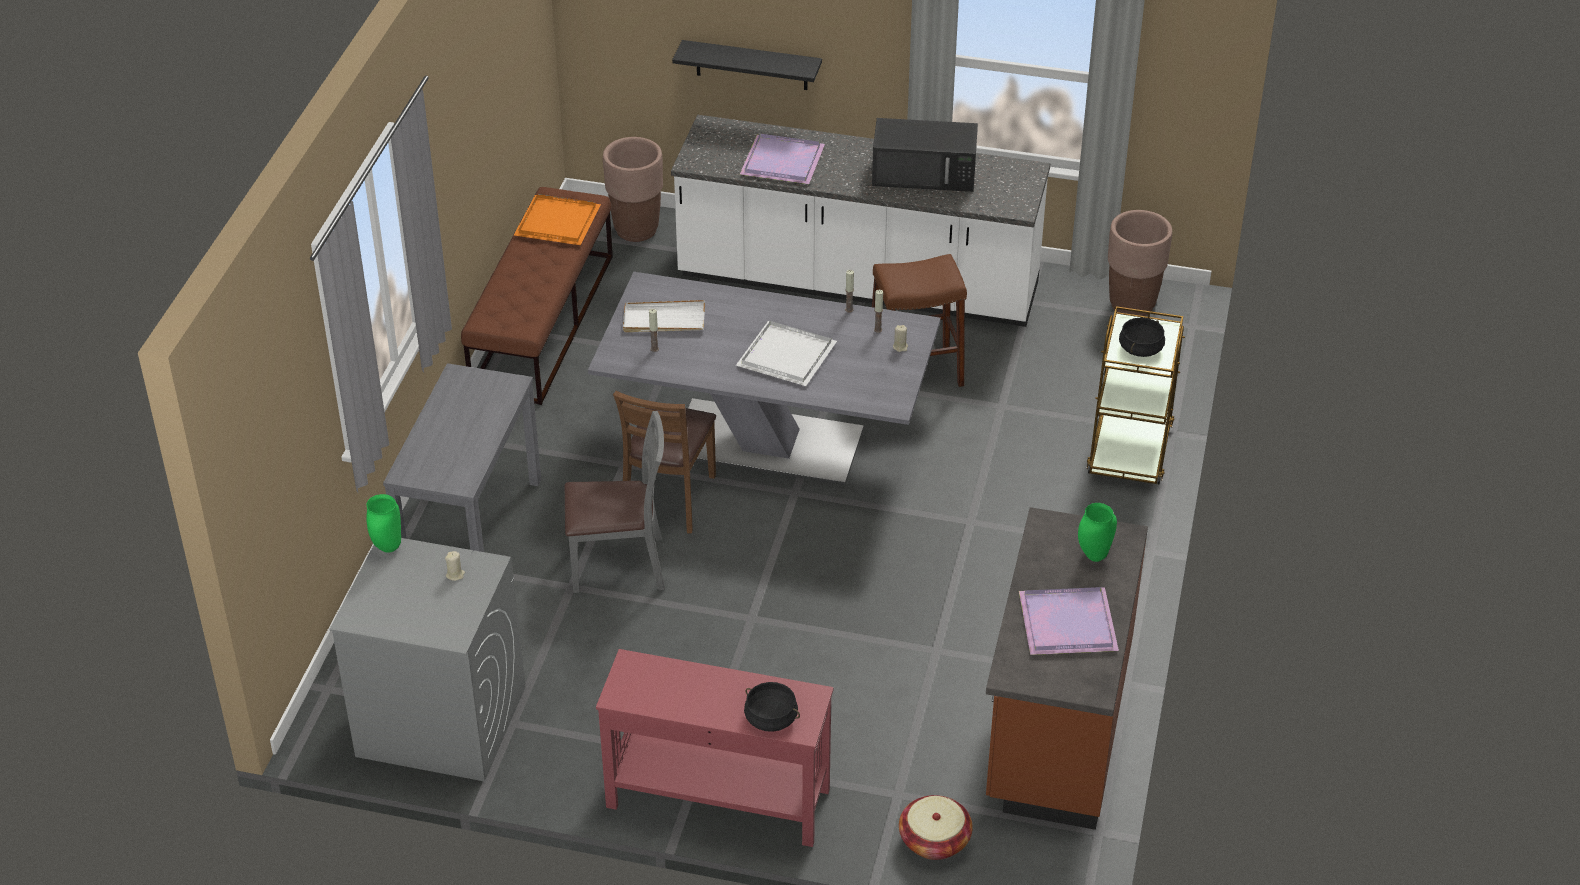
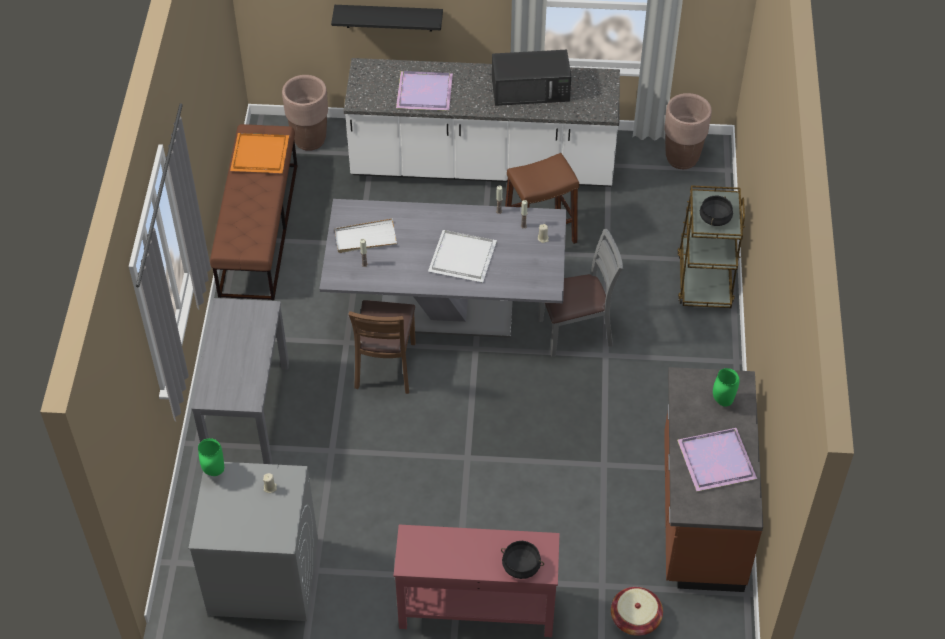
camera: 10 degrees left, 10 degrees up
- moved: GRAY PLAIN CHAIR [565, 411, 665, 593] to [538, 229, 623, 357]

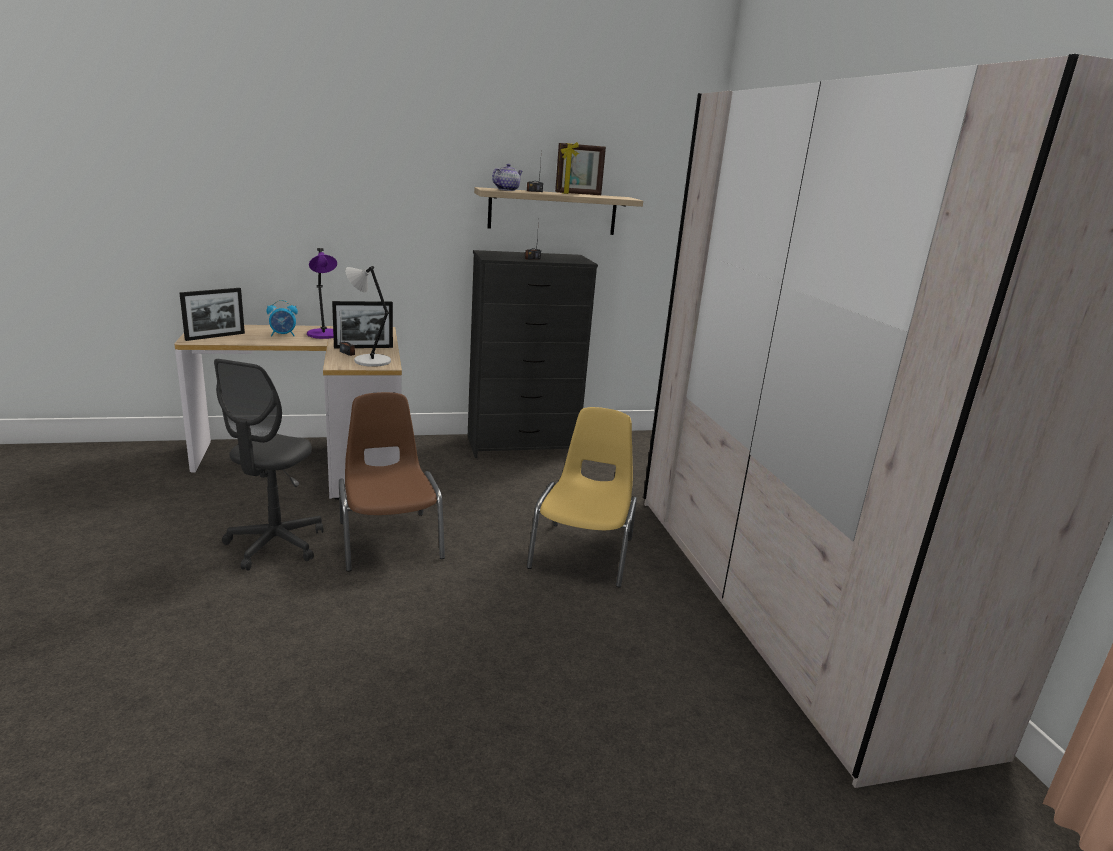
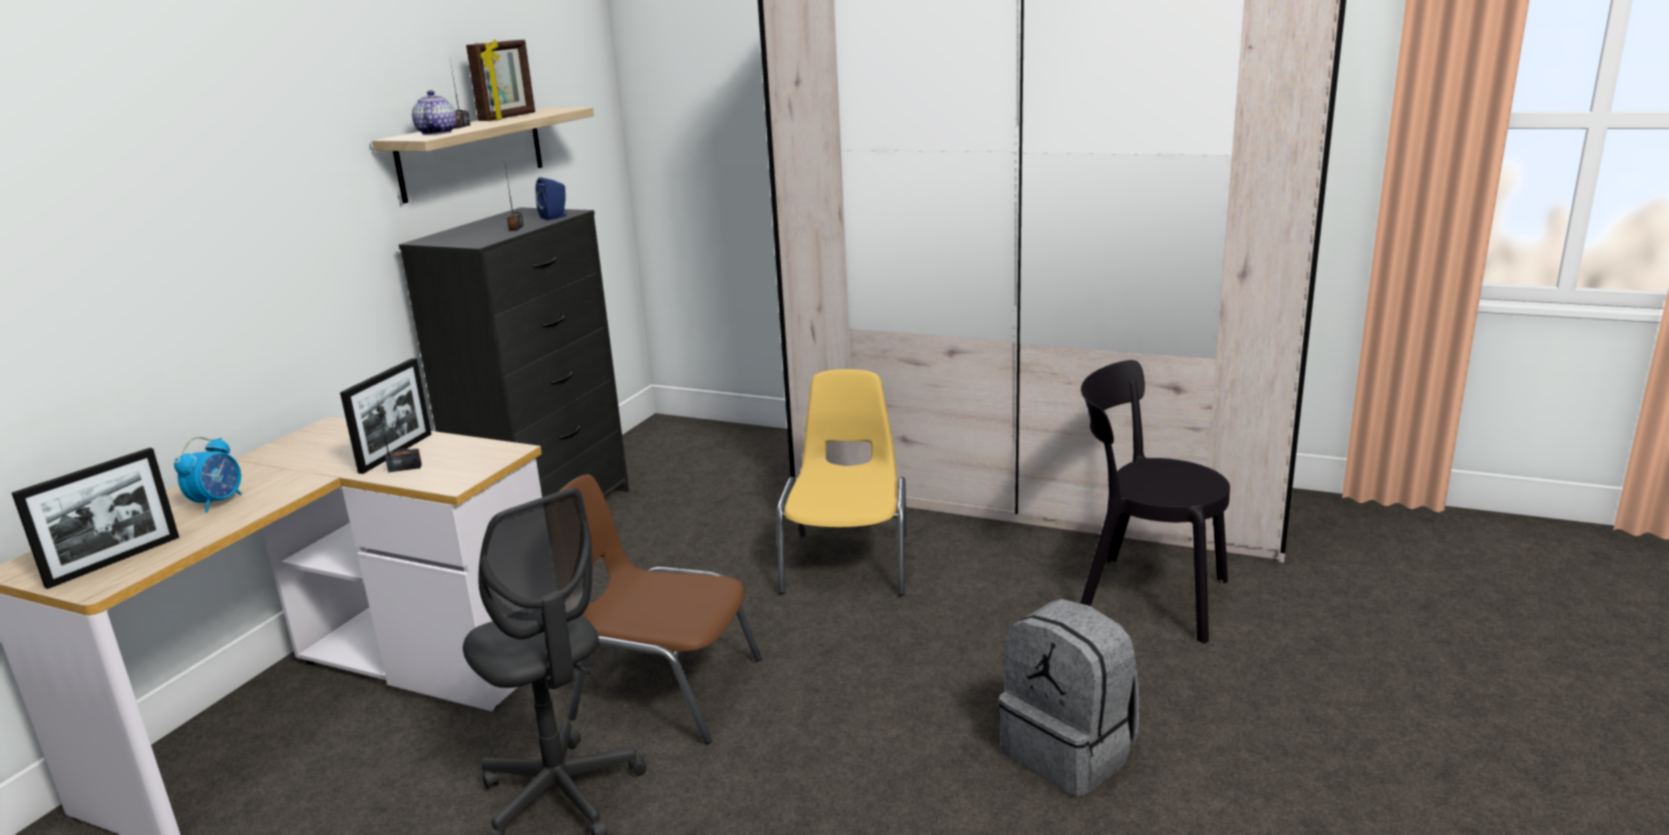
camera: 50 degrees left, 0 degrees up
- turned: STANDING FRAME [179, 288, 245, 341] = [12, 448, 179, 589] 45 degrees clockwise
- removed: PURPLE TABLE LAMP [307, 248, 337, 339]
- removed: GRAY TABLE LAMP [345, 266, 391, 367]
- turned: YELLOWISH PLAIN CHAIR [526, 407, 637, 588] = [777, 369, 907, 595] 45 degrees clockwise
- added: BLUE AUDIO SPEAKER [536, 177, 567, 220]
- added: GRAY RUCKSACK [999, 599, 1139, 796]
- added: BLACKISH PLAIN CHAIR [1080, 360, 1230, 643]

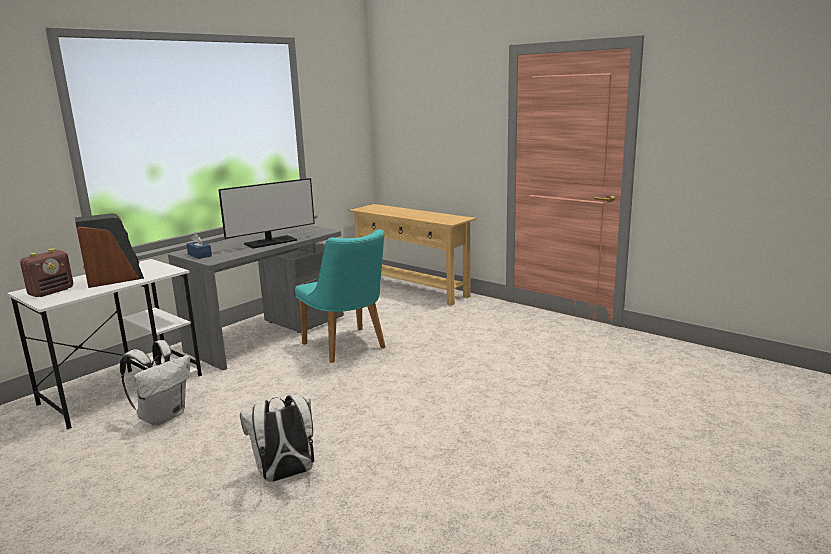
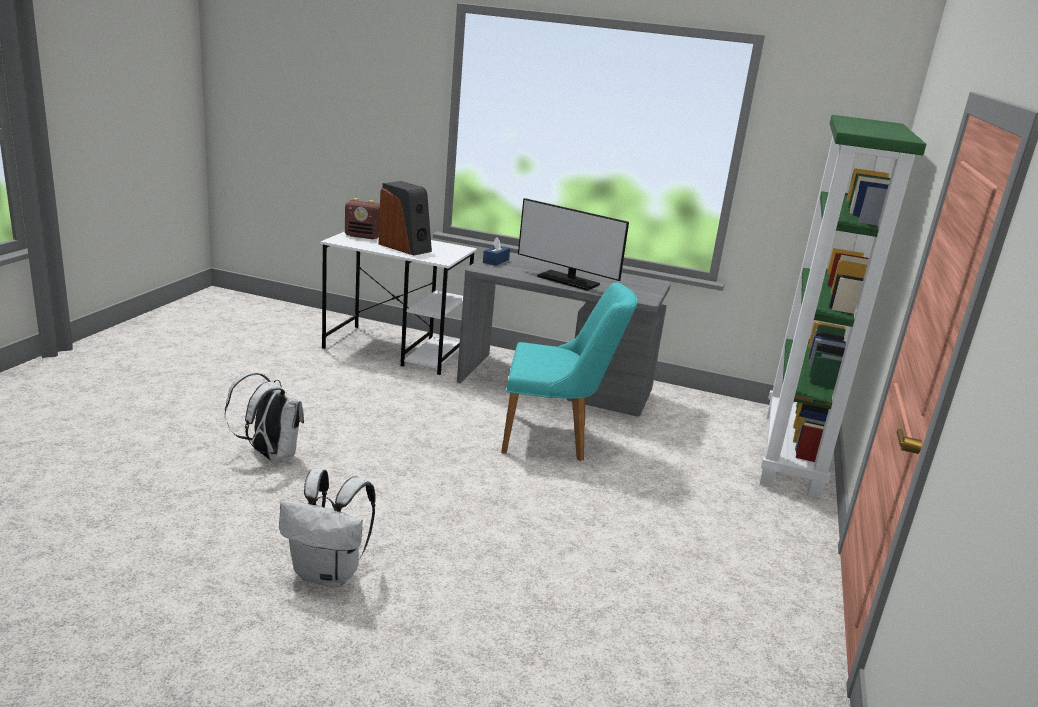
camera: 65 degrees right, 5 degrees up
- moved: WHITE RUCKSACK [120, 340, 190, 425] to [279, 469, 376, 588]
- turned: TURQUOISE PLAIN CHAIR [295, 229, 386, 363] = [501, 282, 638, 461] 120 degrees counterclockwise
- replaced: SAND-COLOURED HALL TABLE [348, 204, 476, 306] to GREEN-COLOURED BOOKCASE [760, 115, 926, 498]

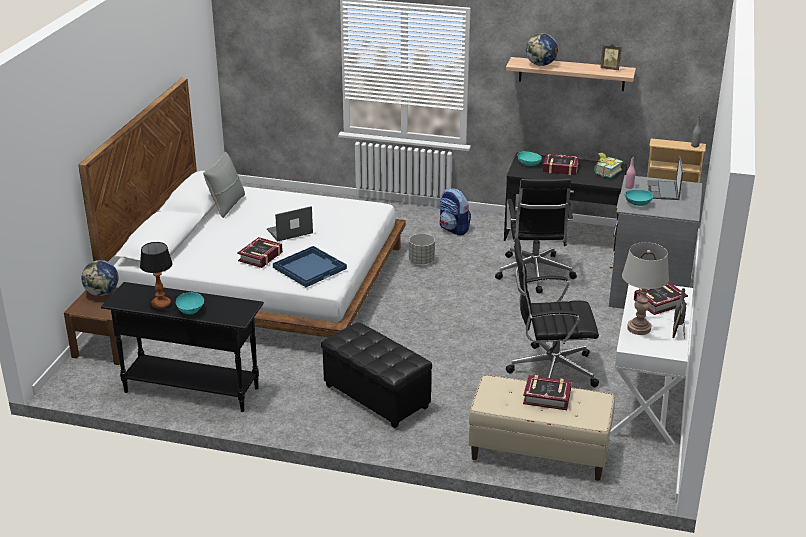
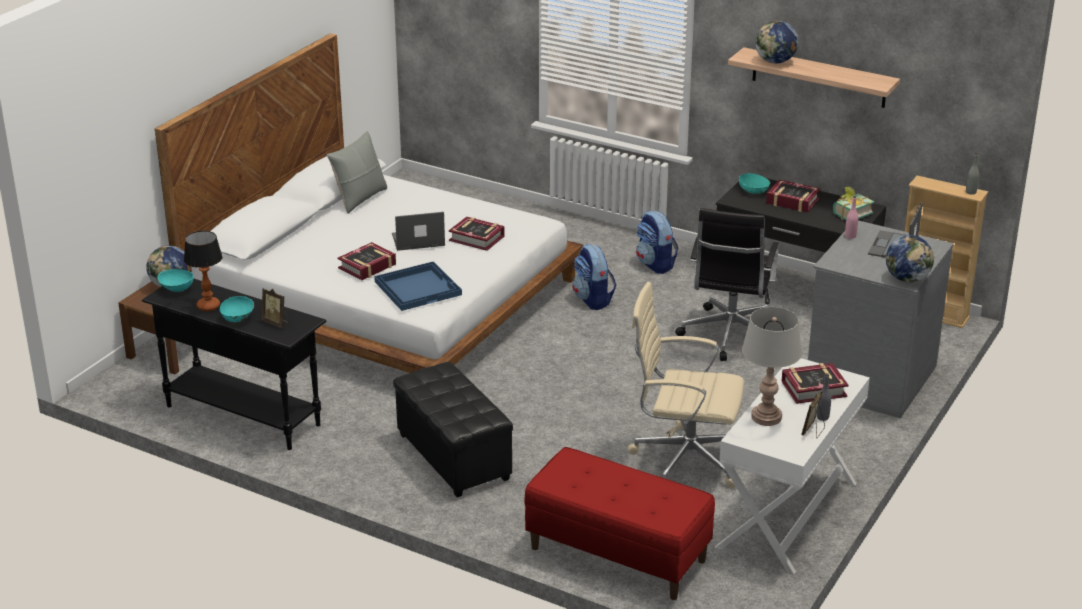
camera: 15 degrees right, 0 degrees up
- replaced: GRAY PLANT POT [409, 234, 435, 264] to RUCKSACK [572, 244, 616, 310]
- recoloured: SAND-COLOURED LONG SEAT [469, 375, 615, 481] to RED-COLOURED LONG SEAT [524, 447, 715, 600]
- recoloured: BLACKISH OFFICE CHAIR [506, 238, 599, 387] to SAND-COLOURED OFFICE CHAIR [628, 282, 744, 488]
- moved: BOOK [523, 375, 572, 410] to [449, 216, 505, 251]
- moved: STANDING FRAME [600, 44, 622, 70] to [262, 288, 289, 328]
- moved: TURQUOISE SERVING BOWL [624, 190, 653, 206] to [157, 269, 193, 292]
- added: DESK GLOBE [886, 235, 934, 282]

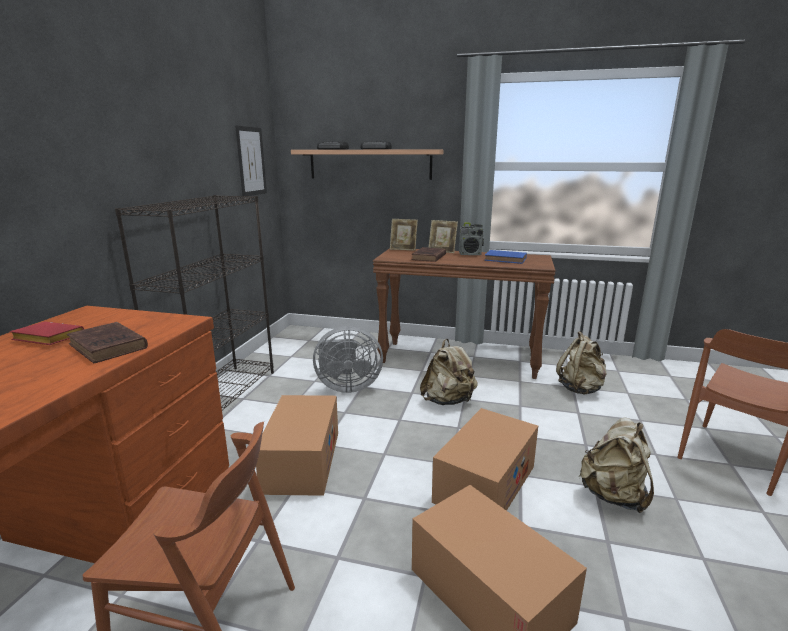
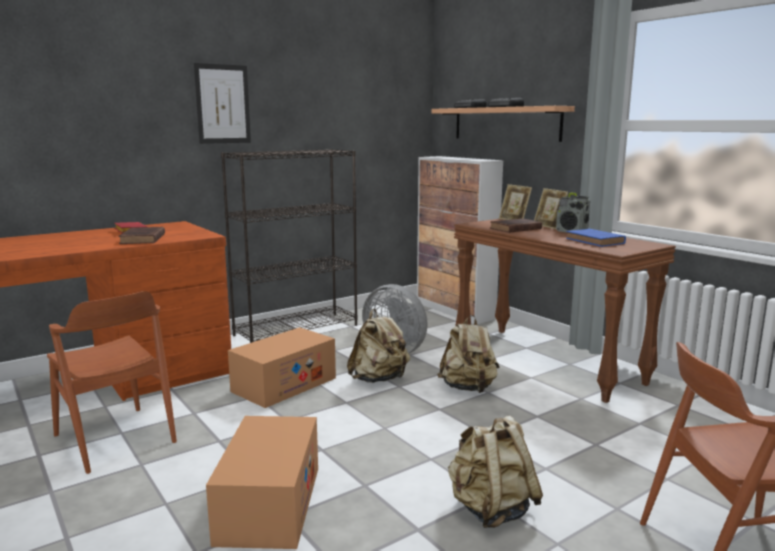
camera: 40 degrees right, 5 degrees down
- moved: WALL PICTURE [235, 125, 267, 196] to [194, 63, 251, 144]
- removed: CARDBOARD BOX [432, 408, 538, 511]
- moved: SAND-COLOURED RUCKSACK [556, 331, 607, 394] to [347, 309, 410, 383]
- added: STORAGE CABINET [417, 156, 503, 324]

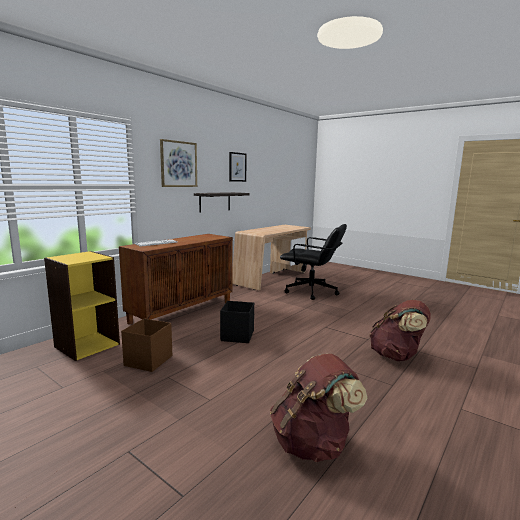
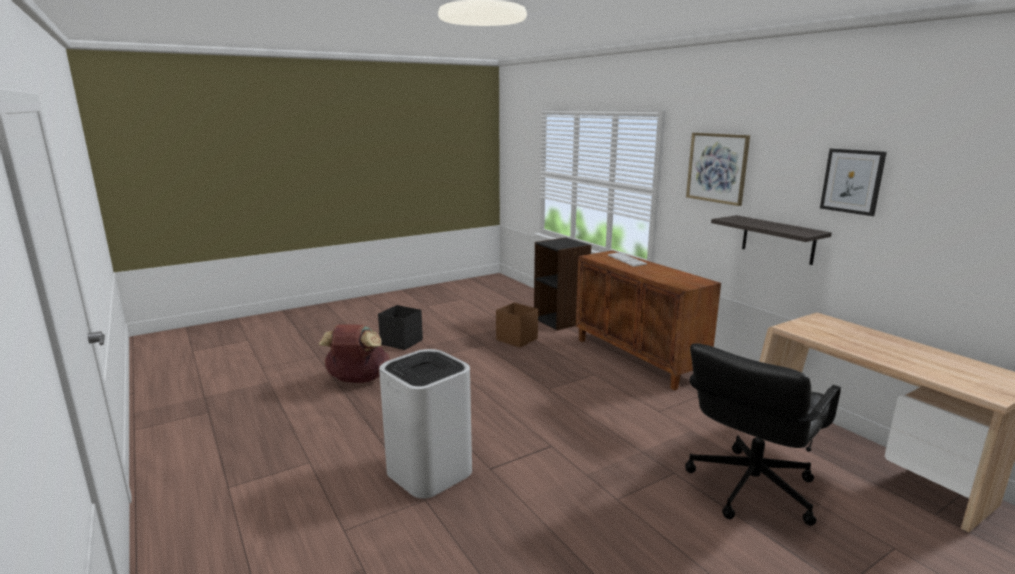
camera: 110 degrees right, 5 degrees up
- recoloured: YELLOWISH BOOKCASE [44, 251, 120, 361] to BLACKISH BOOKCASE [534, 237, 591, 330]
- moved: BLACKISH STORAGE BOX [220, 301, 254, 343] to [378, 305, 423, 350]
- replaced: BROWN-COLOURED RUCKSACK [369, 300, 431, 361] to WHITE TRASH CAN [379, 349, 472, 499]

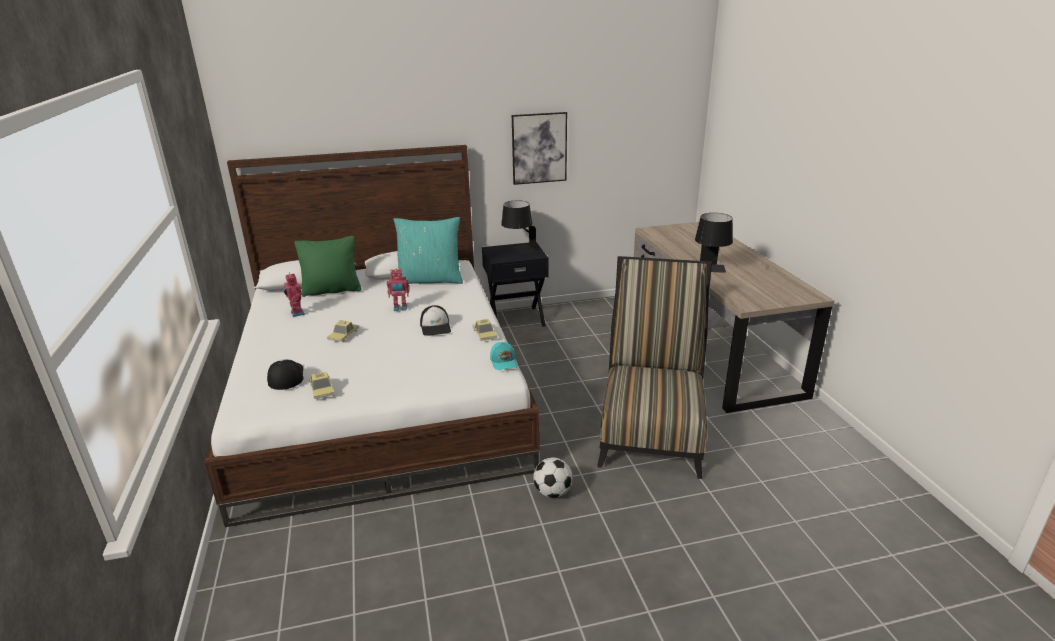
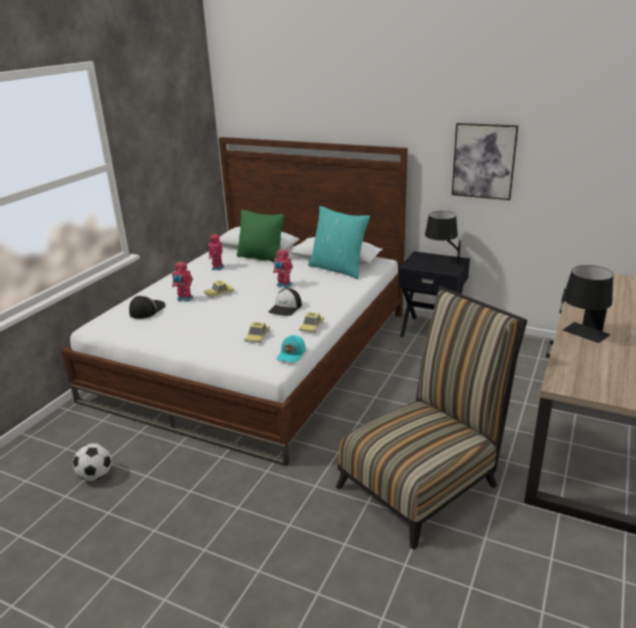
camera: 40 degrees right, 0 degrees up
- moved: TOY CAR [309, 372, 335, 399] to [244, 322, 270, 343]
- moved: BALL FOR FOOTBALL [533, 457, 573, 498] to [73, 443, 112, 481]
- added: ROBOT FIGURE [172, 262, 193, 302]

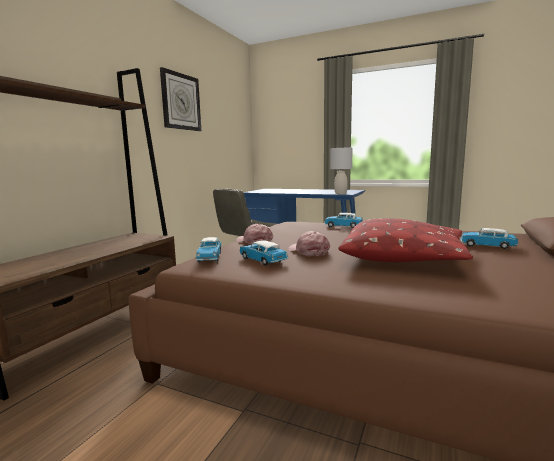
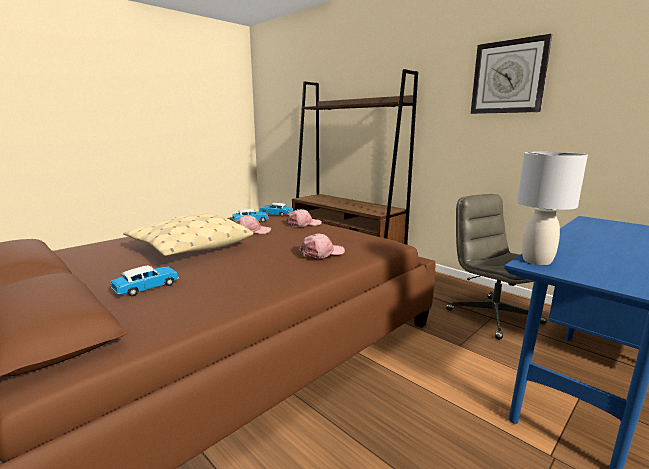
camera: 110 degrees right, 5 degrees up
- replaced: TOY CAR [324, 213, 363, 228] to PINK-COLOURED PEAKED CAP [299, 234, 345, 258]
- recoloured: RED-COLOURED CUSHION [338, 218, 473, 262] to SAND-COLOURED CUSHION [123, 213, 253, 256]

